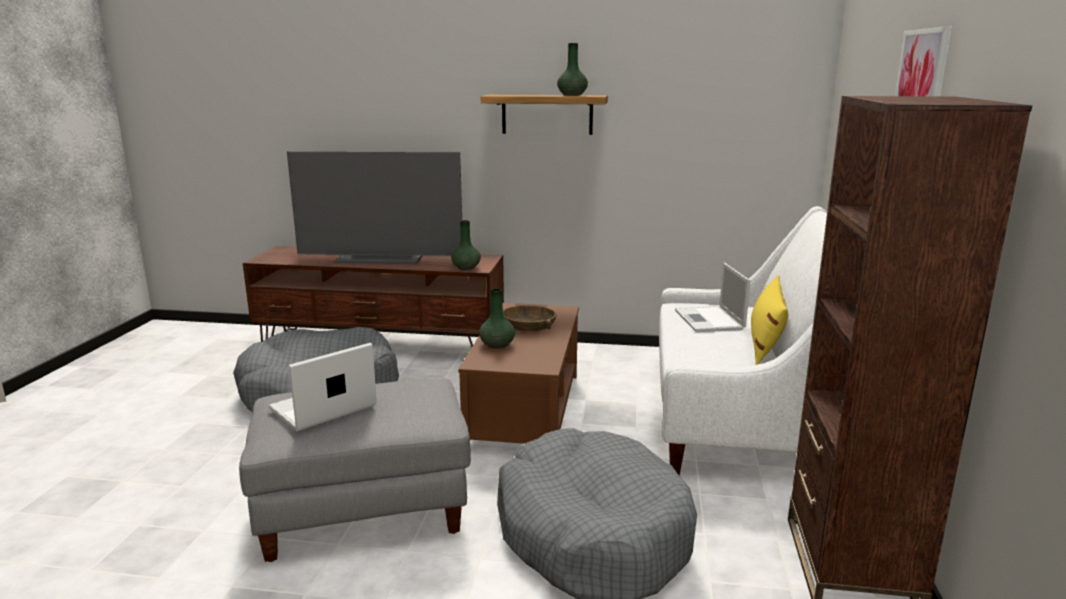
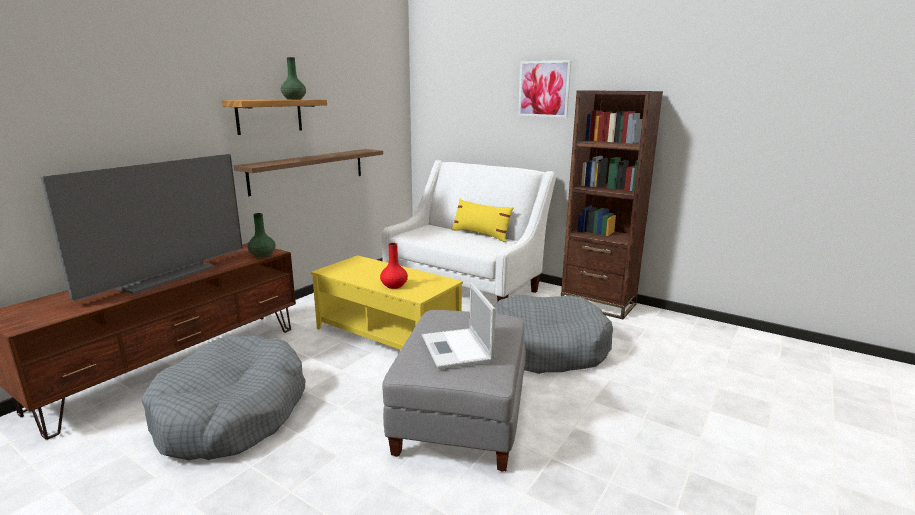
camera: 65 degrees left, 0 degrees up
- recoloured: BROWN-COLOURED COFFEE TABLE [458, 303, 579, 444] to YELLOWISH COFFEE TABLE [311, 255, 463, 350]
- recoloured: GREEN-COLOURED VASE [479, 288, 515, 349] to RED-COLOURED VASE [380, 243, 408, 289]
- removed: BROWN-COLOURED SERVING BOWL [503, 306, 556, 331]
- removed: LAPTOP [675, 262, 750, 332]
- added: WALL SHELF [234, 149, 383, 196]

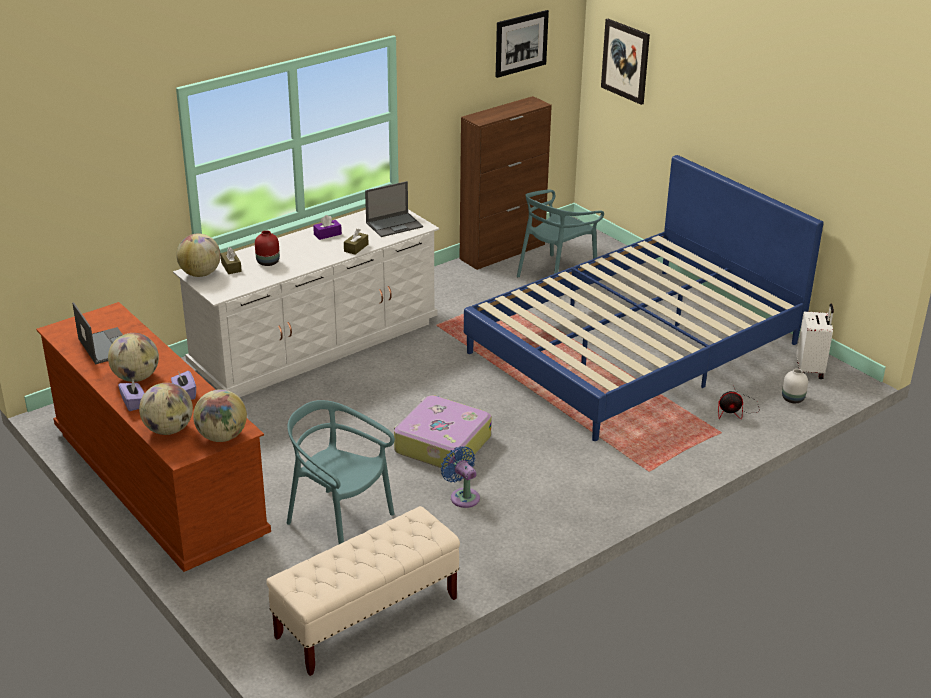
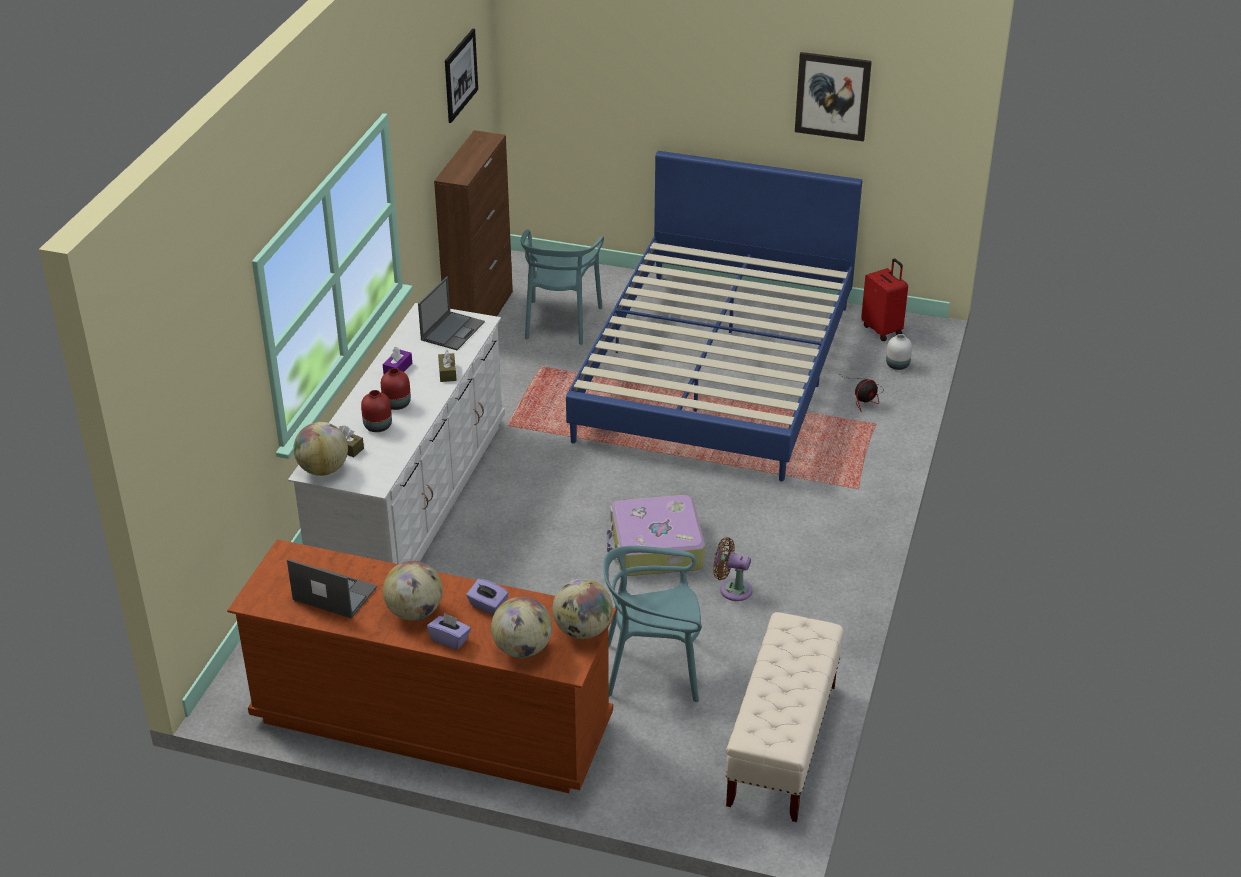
camera: 35 degrees left, 5 degrees up
- recoloured: BLUE ELECTRIC FAN [441, 446, 480, 508] to BROWN-COLOURED ELECTRIC FAN [713, 537, 752, 601]
- moved: WALL PICTURE [601, 19, 650, 105] to [795, 52, 872, 142]
- recoloured: WHITE PIECE OF LUGGAGE [797, 303, 834, 379] to RED-COLOURED PIECE OF LUGGAGE [861, 258, 908, 341]
- added: RED-COLOURED VASE [381, 368, 411, 410]

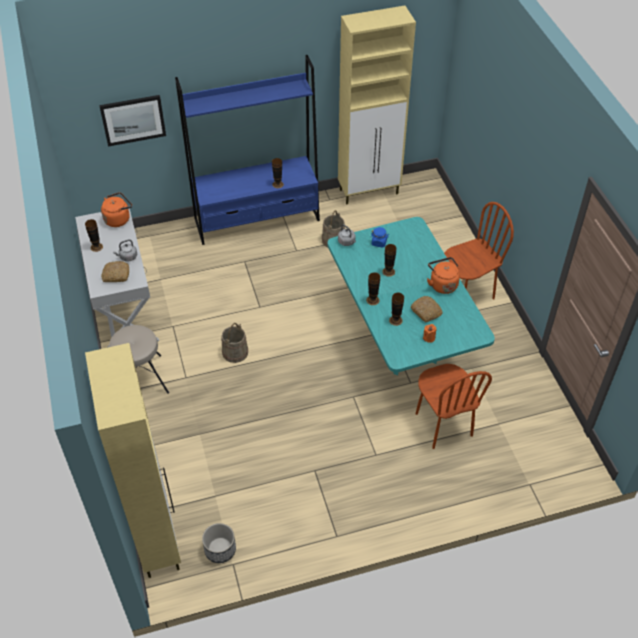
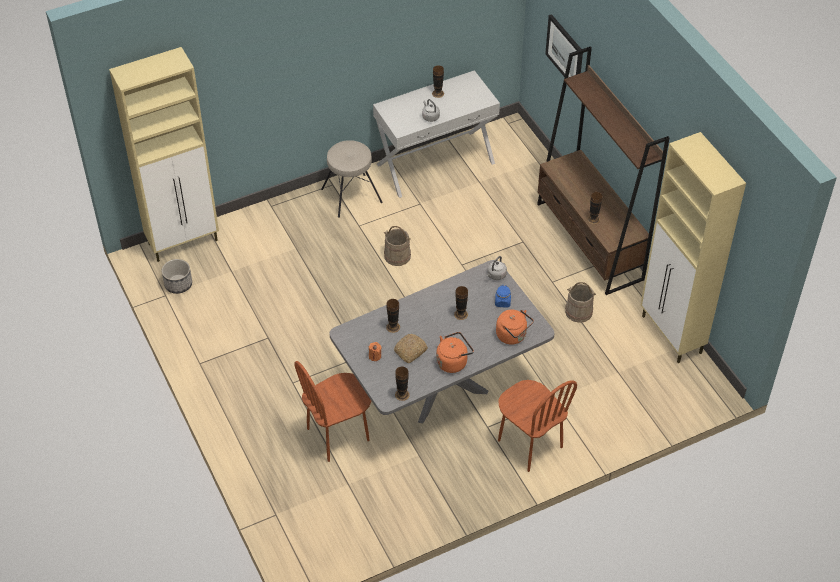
camera: 80 degrees right, 0 degrees up
- moved: ORANGE-COLOURED WATER KETTLE [101, 192, 132, 227] to [496, 309, 534, 345]
- removed: BREAD [101, 261, 129, 282]
- recoloured: BLUE BOOKCASE [175, 55, 320, 245] to BROWN-COLOURED BOOKCASE [537, 47, 670, 295]
- recoloured: TURQUOISE KITCHEN TABLE [328, 217, 495, 376] to GRAY KITCHEN TABLE [330, 260, 554, 423]
- moved: VASE [366, 272, 380, 305] to [395, 367, 410, 401]

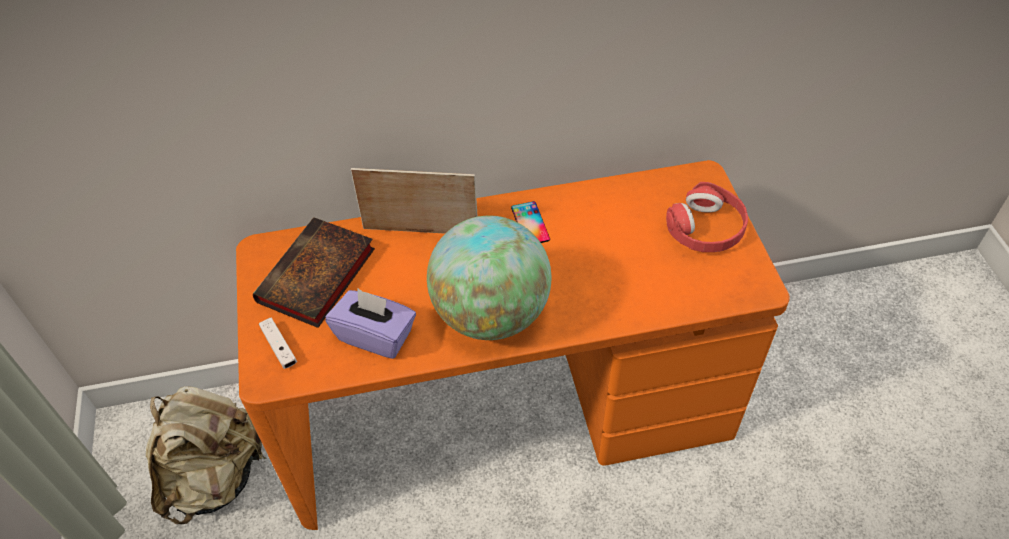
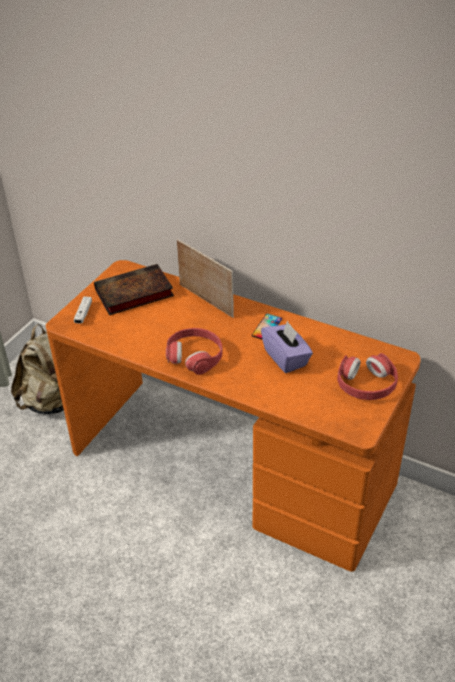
camera: 40 degrees right, 10 degrees down
- moved: PURPLE TISSUE HOLDER [325, 288, 416, 359] to [261, 320, 313, 373]
- replaced: DESK GLOBE [427, 216, 551, 340] to RED-COLOURED HEADPHONES [166, 328, 223, 375]

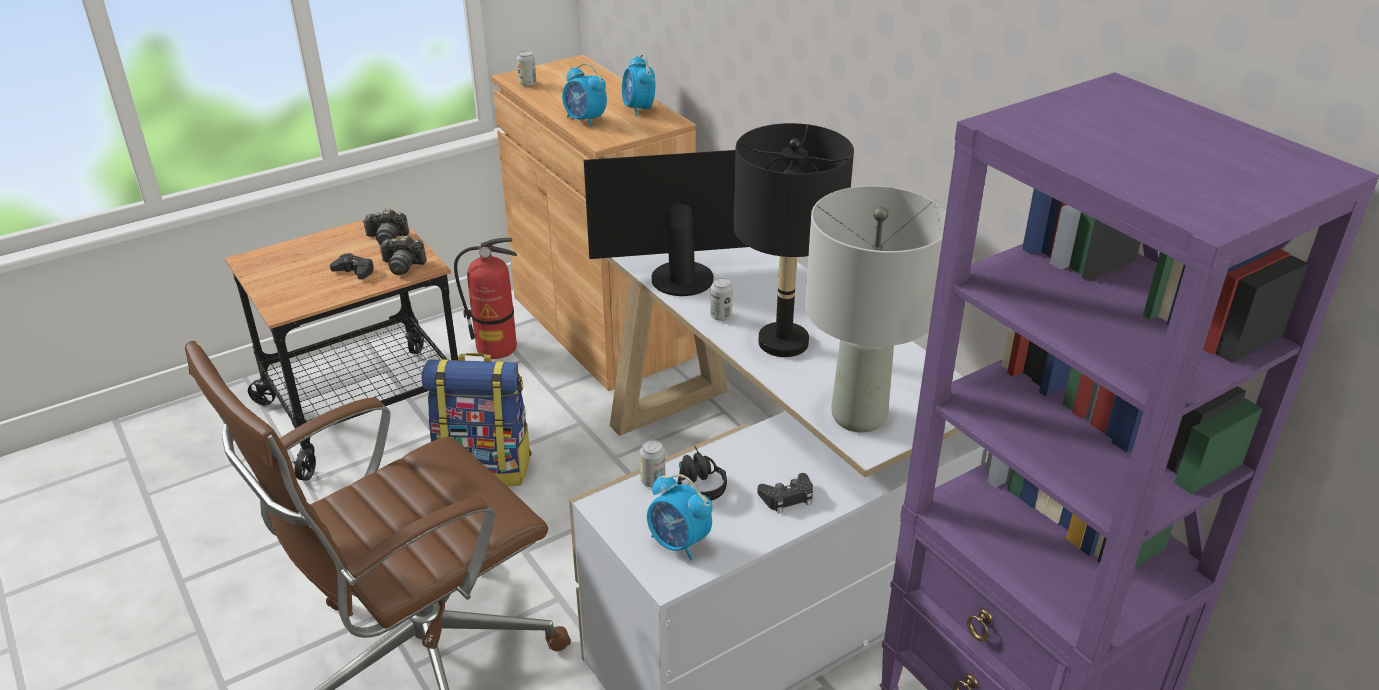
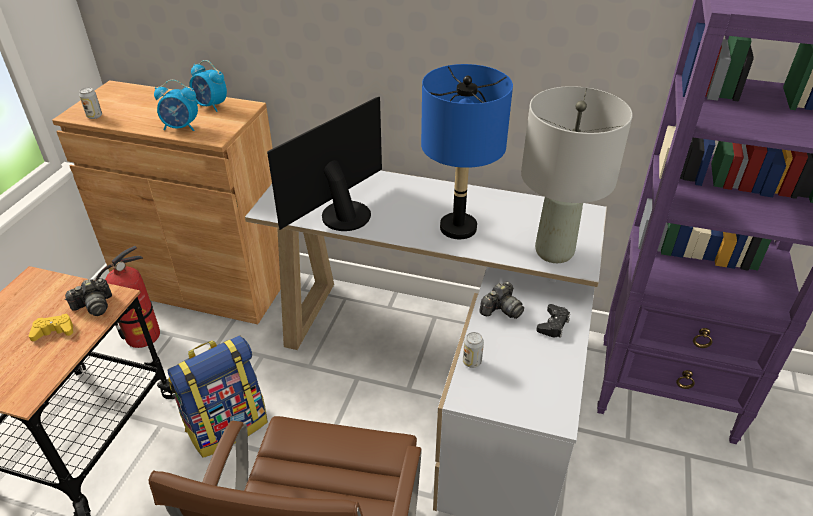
camera: 40 degrees left, 5 degrees up
- recoloured: BLACKISH GAME CONTROLLER [330, 253, 374, 280] to YELLOWISH GAME CONTROLLER [29, 314, 73, 341]
- moved: STILL CAMERA [362, 209, 409, 245] to [479, 281, 524, 319]
- removed: ALARM CLOCK [647, 474, 713, 560]
- removed: BLACKISH HEADPHONES [677, 446, 727, 501]
- removed: METAL CAN [711, 278, 733, 321]
- recoloured: BLACKISH TABLE LAMP [734, 123, 854, 357] to BLUE TABLE LAMP [421, 64, 513, 239]

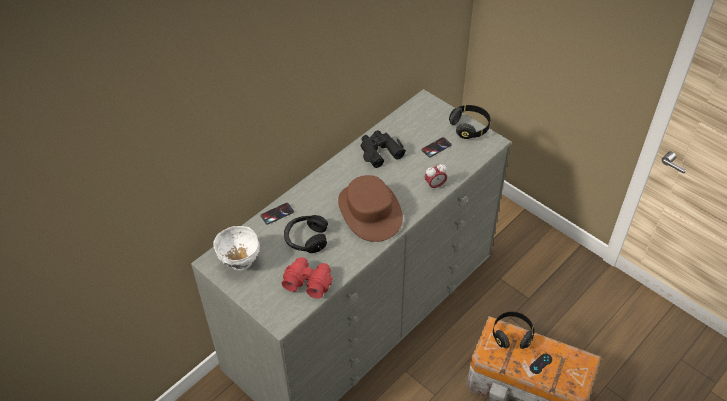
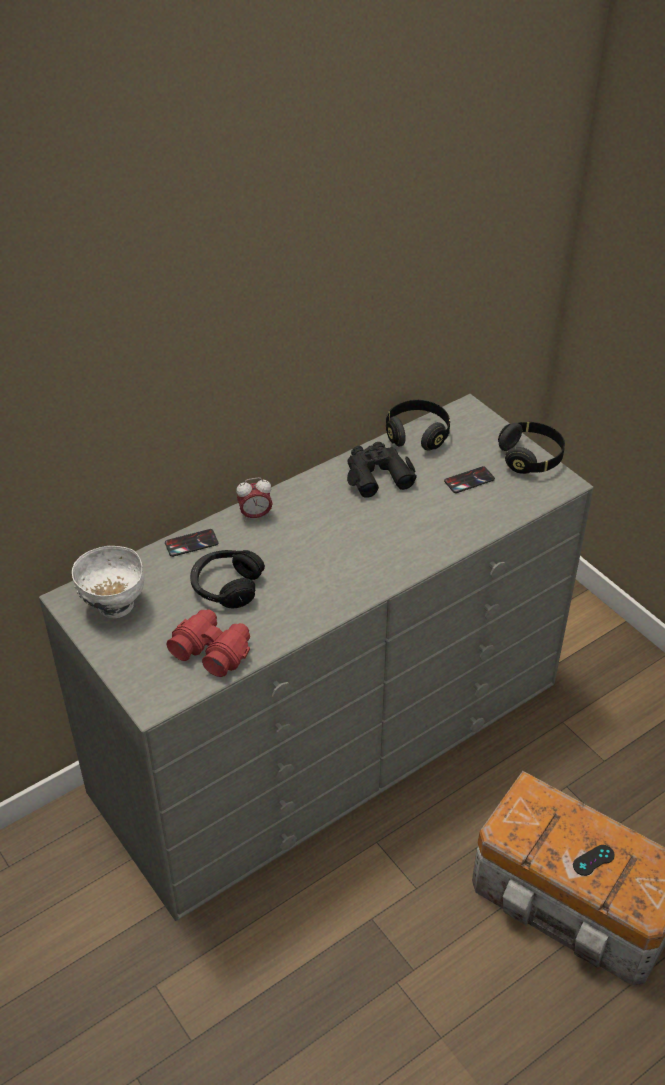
camera: 10 degrees right, 5 degrees down
- removed: BROWN-COLOURED WEARABLE HAT [338, 175, 403, 242]
- moved: ALARM CLOCK [425, 163, 447, 190] to [237, 478, 273, 522]
- moved: BLACKISH HEADPHONES [493, 312, 535, 349] to [386, 400, 450, 451]

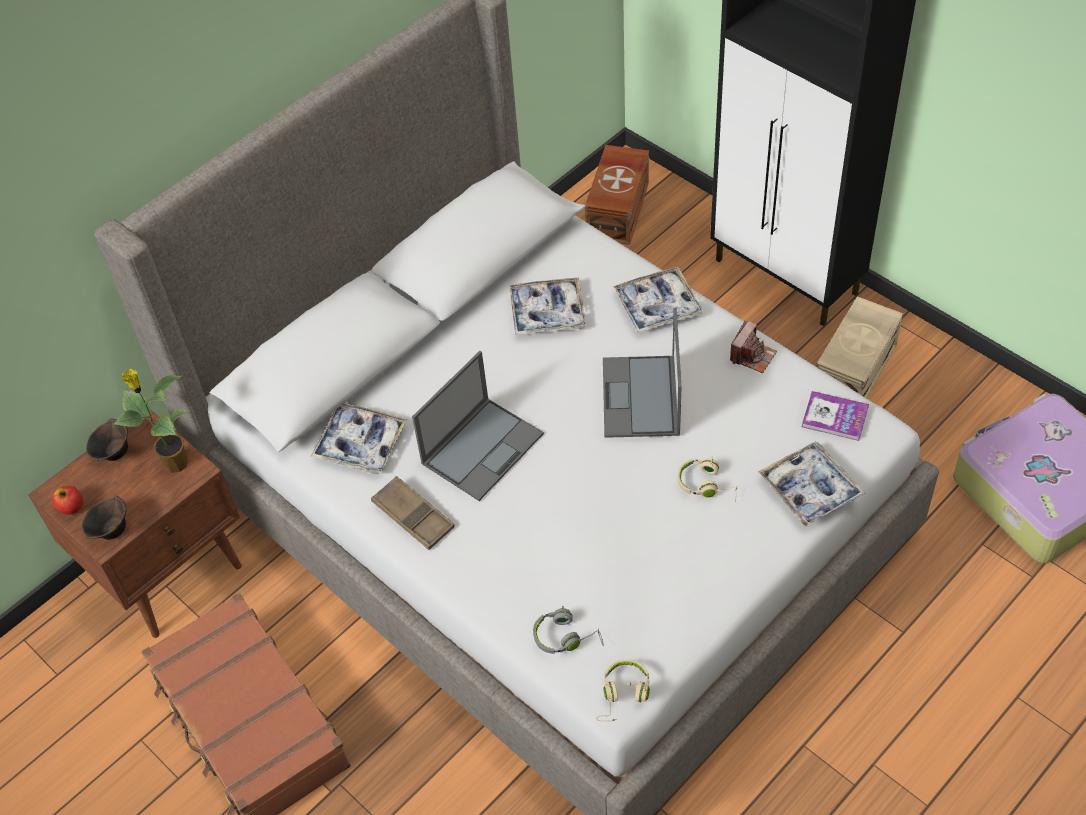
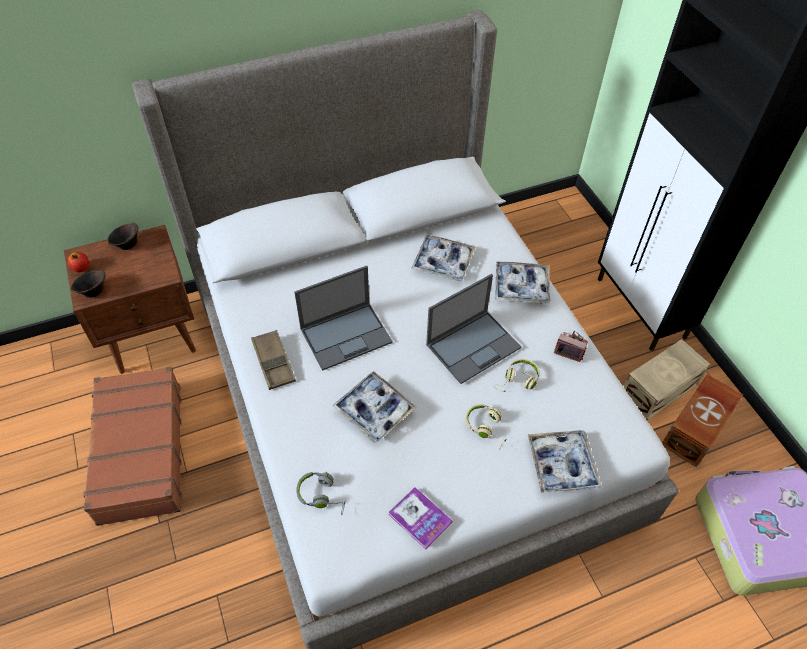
camera: 20 degrees right, 0 degrees up
- removed: HOUSEPLANT [113, 369, 190, 473]
- moved: TRAY [311, 403, 407, 474] to [332, 371, 416, 443]
- moved: BROWN-COLOURED STORAGE BOX [585, 145, 649, 245] to [662, 374, 743, 467]
- moved: SAND-COLOURED HEADPHONES [596, 660, 650, 722] to [494, 359, 540, 392]
- turned: LAPTOP [603, 308, 682, 438] = [426, 274, 521, 384] 150 degrees counterclockwise
- turned: STILL CAMERA [730, 321, 777, 373] = [554, 331, 588, 362] 120 degrees counterclockwise
- moved: BOOK [802, 391, 869, 441] to [388, 487, 452, 549]

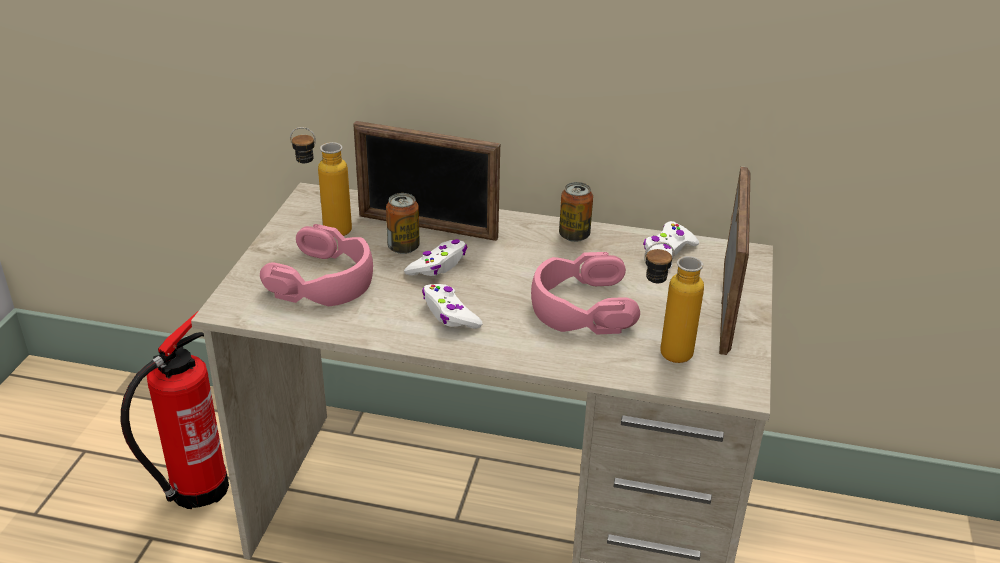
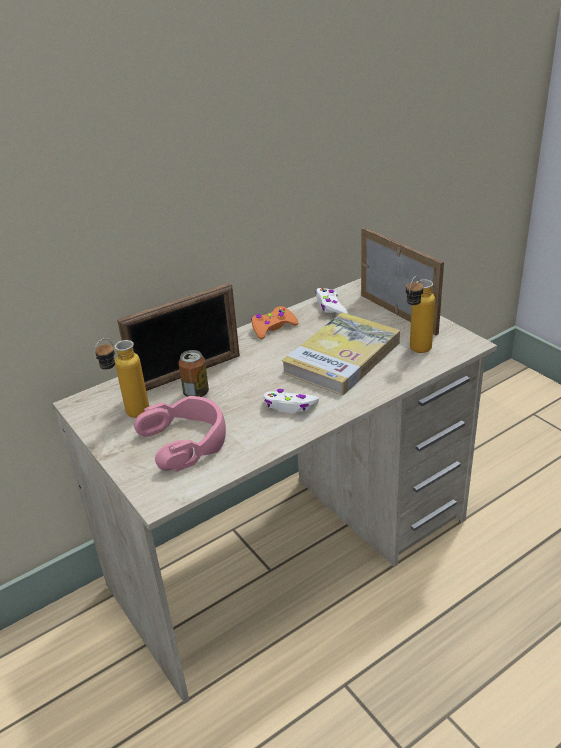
camera: 45 degrees left, 0 degrees up
- removed: EXTINGUISHER [120, 312, 229, 509]
- removed: WHITE GAME CONTROLLER [404, 239, 467, 276]
- replaced: PINK-COLOURED HEADPHONES [531, 252, 640, 334] to BOOK [281, 312, 400, 396]
- replaced: METAL CAN [559, 182, 593, 242] to ORANGE-COLOURED GAME CONTROLLER [251, 306, 299, 339]

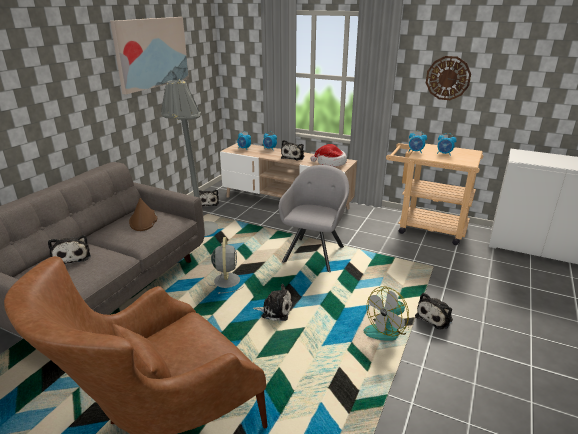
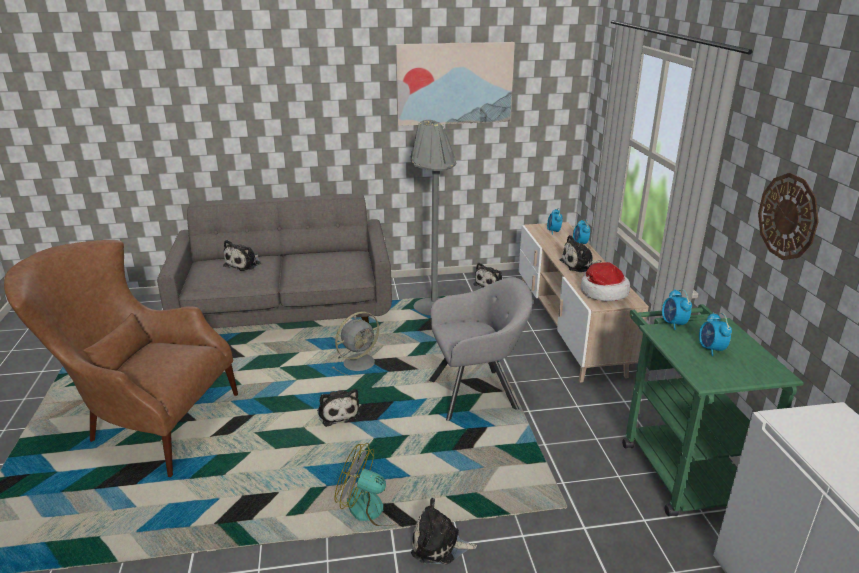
camera: 55 degrees right, 0 degrees up
- removed: BROWN-COLOURED WEARABLE HAT [129, 198, 157, 231]
- recoloured: SAND-COLOURED WHEELED CART [386, 143, 483, 245] to GREEN-COLOURED WHEELED CART [622, 304, 804, 516]

